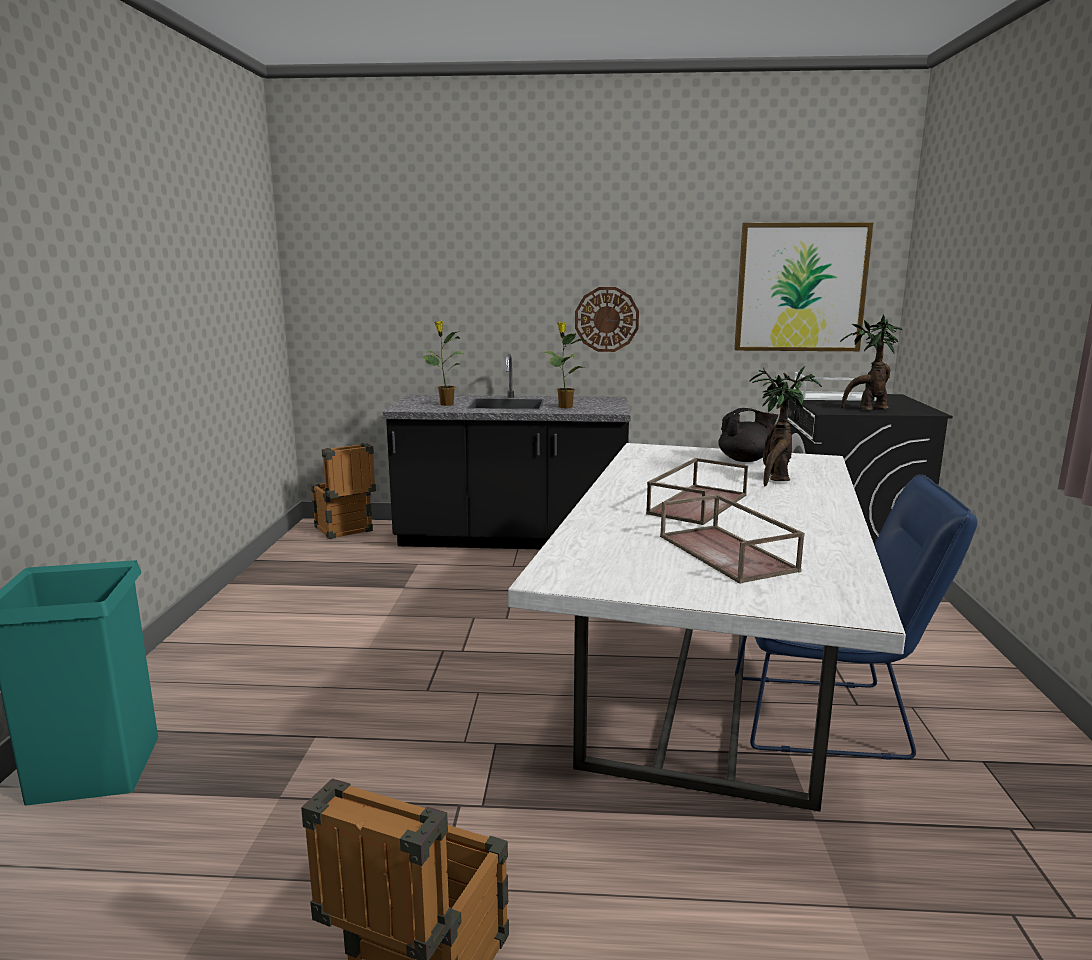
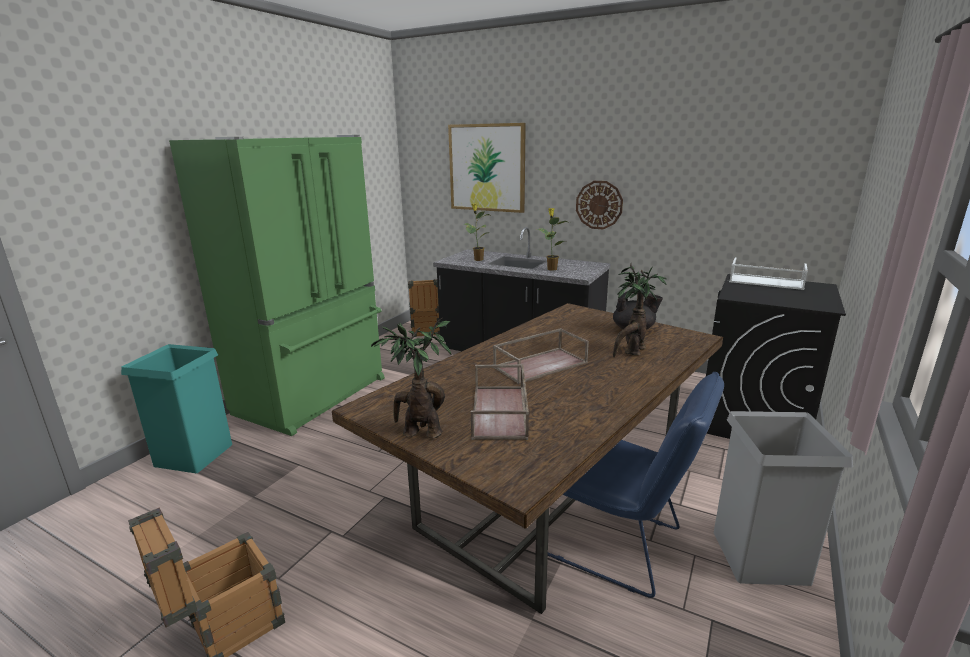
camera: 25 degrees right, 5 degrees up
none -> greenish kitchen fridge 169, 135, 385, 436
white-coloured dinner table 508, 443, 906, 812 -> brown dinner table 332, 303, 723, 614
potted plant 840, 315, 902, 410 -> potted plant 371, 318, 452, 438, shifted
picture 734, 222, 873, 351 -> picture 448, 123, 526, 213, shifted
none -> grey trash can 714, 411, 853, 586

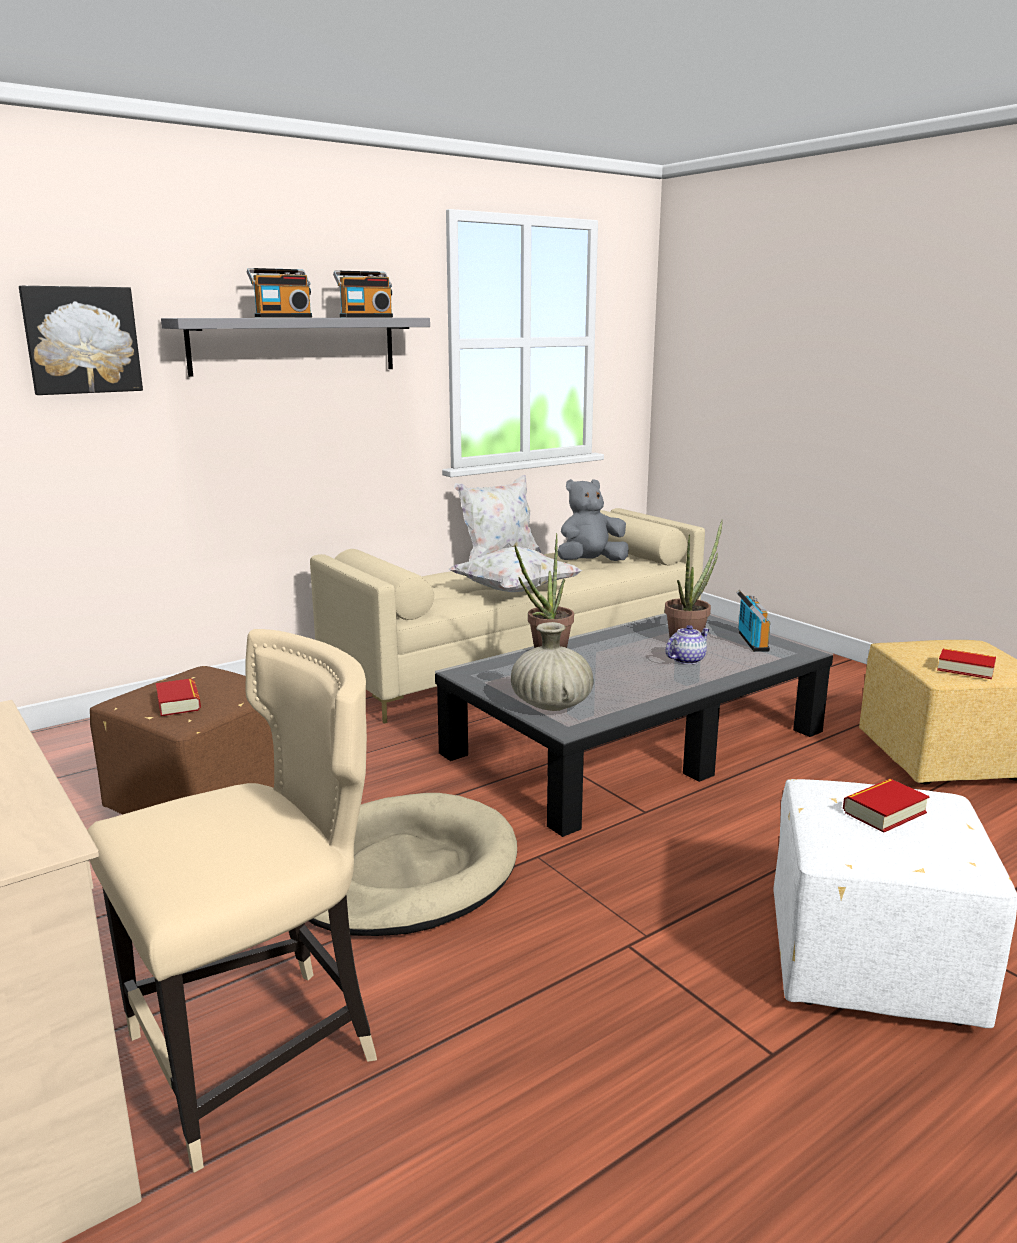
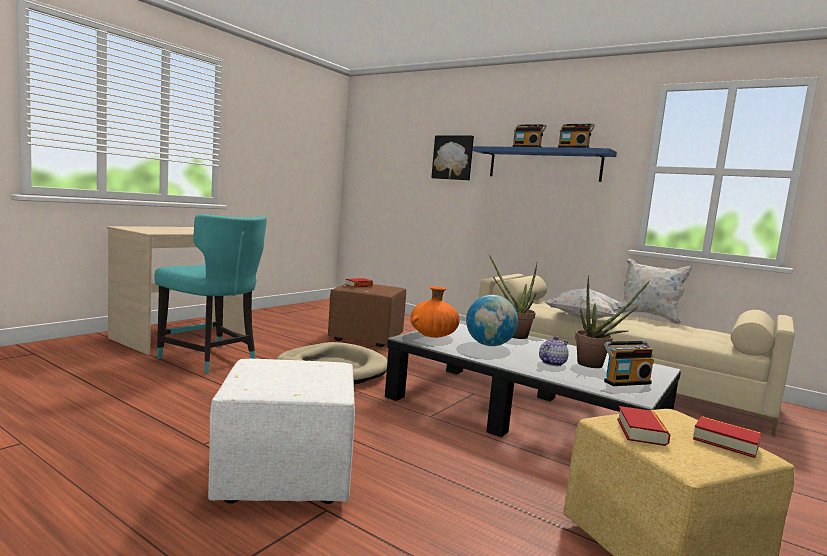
camera: 70 degrees right, 10 degrees down
sand-coloured plain chair 87, 629, 377, 1173 -> blue-green plain chair 154, 214, 267, 374
sand-coloured vase 511, 622, 594, 711 -> orange vase 411, 286, 459, 338
none -> desk globe 466, 295, 518, 346
grey bracket shelf 161, 318, 430, 377 -> bluish bracket shelf 472, 146, 617, 182
tea pot 666, 625, 710, 665 -> tea pot 539, 336, 569, 366, 75 degrees counterclockwise
book 843, 779, 929, 833 -> book 693, 416, 761, 458, shifted
grey cuddly toy 558, 479, 629, 561 -> none

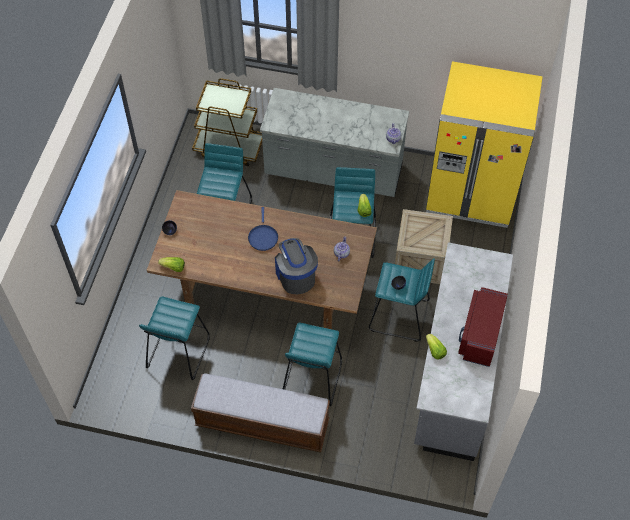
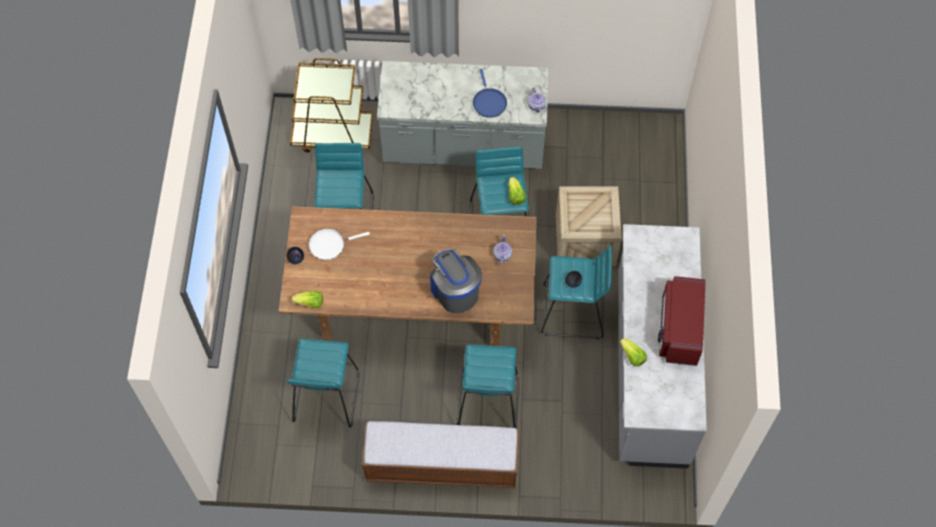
camera: 10 degrees left, 5 degrees up
none -> white-coloured pan 309, 229, 370, 260
bluish pan 248, 207, 278, 251 -> bluish pan 473, 69, 507, 118, shifted
yellowish kitchen fridge 426, 61, 543, 228 -> none

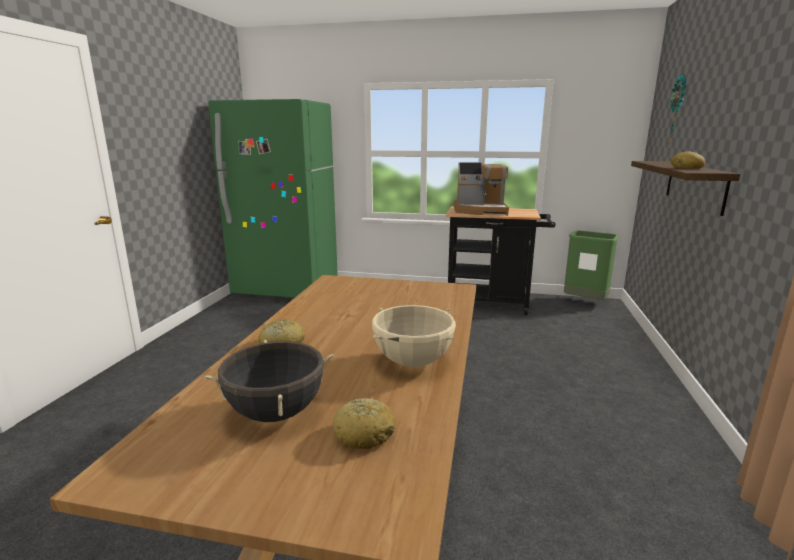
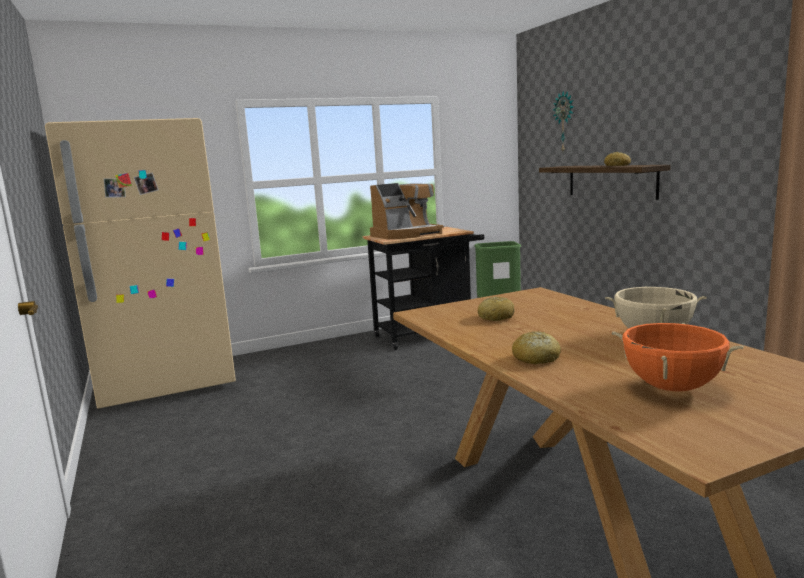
camera: 35 degrees left, 5 degrees down
greenish kitchen fridge 208, 99, 338, 298 -> sand-coloured kitchen fridge 45, 118, 236, 409
bakery bread 333, 398, 396, 449 -> bakery bread 478, 297, 515, 321, shifted
black-coloured cooking pot 203, 339, 335, 422 -> orange cooking pot 612, 323, 744, 391

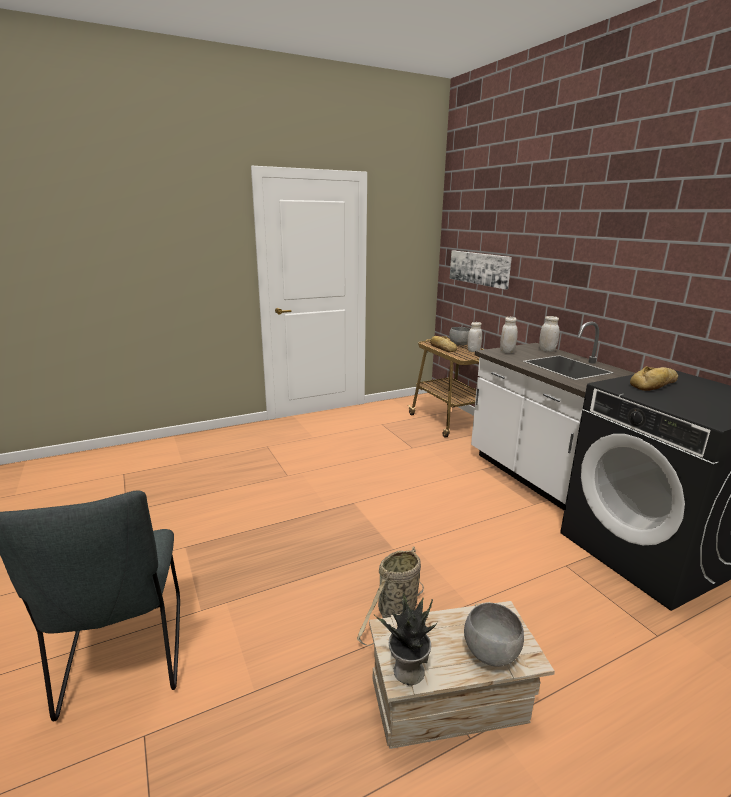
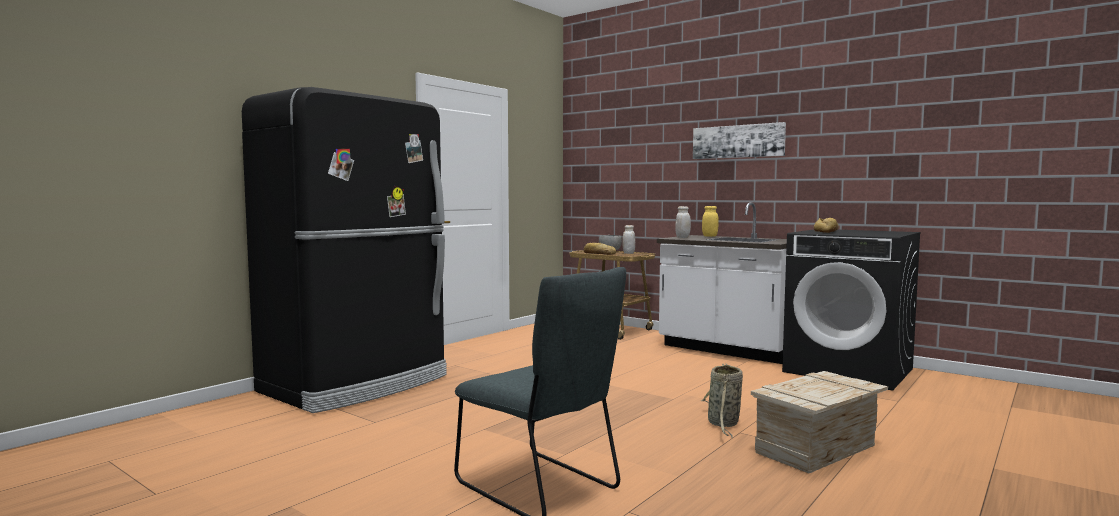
camera: 25 degrees left, 15 degrees down
none -> black-coloured kitchen fridge 242, 87, 447, 413
picture 450, 251, 512, 289 -> picture 693, 122, 786, 159, shifted
white-coloured storage jar 539, 316, 560, 352 -> yellowish storage jar 702, 206, 719, 237
potted plant 374, 593, 437, 685 -> none
grey deep dish 464, 603, 524, 667 -> none

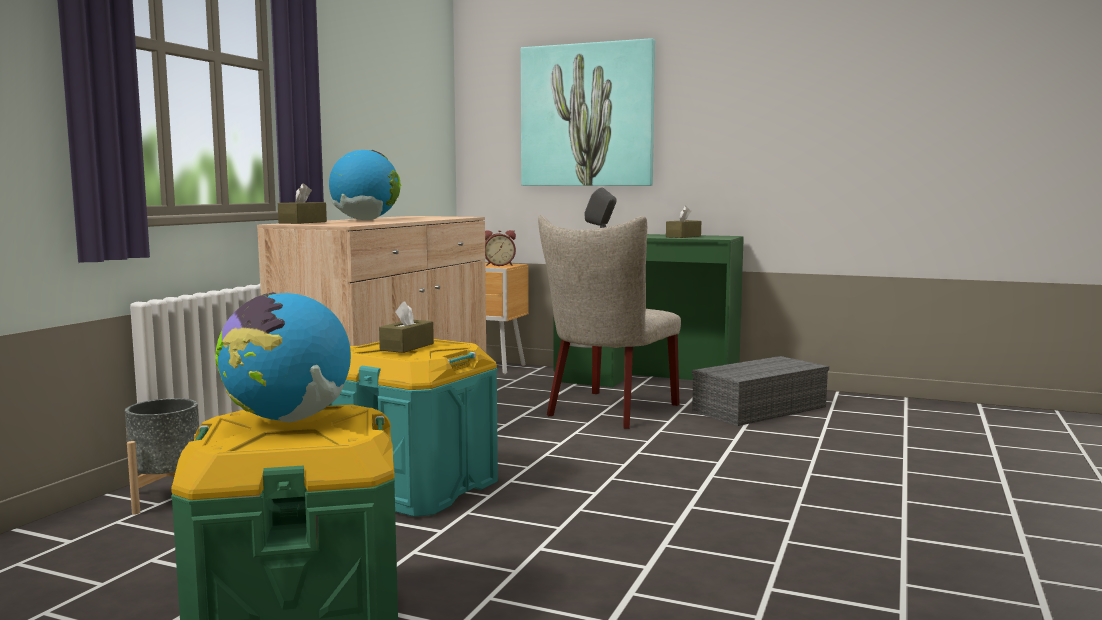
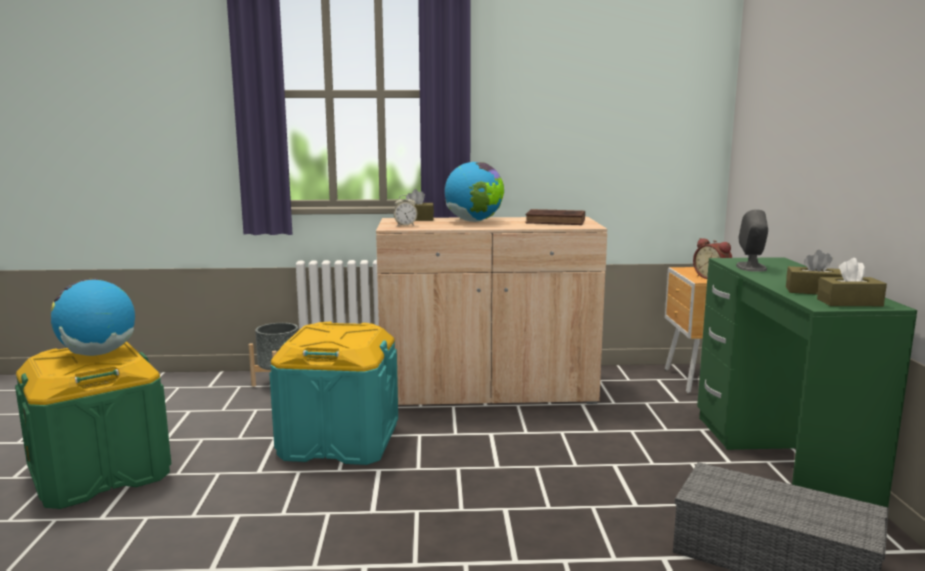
camera: 65 degrees right, 5 degrees up
none -> alarm clock 394, 195, 417, 226
none -> brown book 525, 209, 585, 225
brown tissue box 379, 301, 434, 353 -> brown tissue box 817, 258, 887, 306, shifted
picture 521, 38, 655, 186 -> none
sand-coloured plain chair 538, 215, 681, 429 -> none

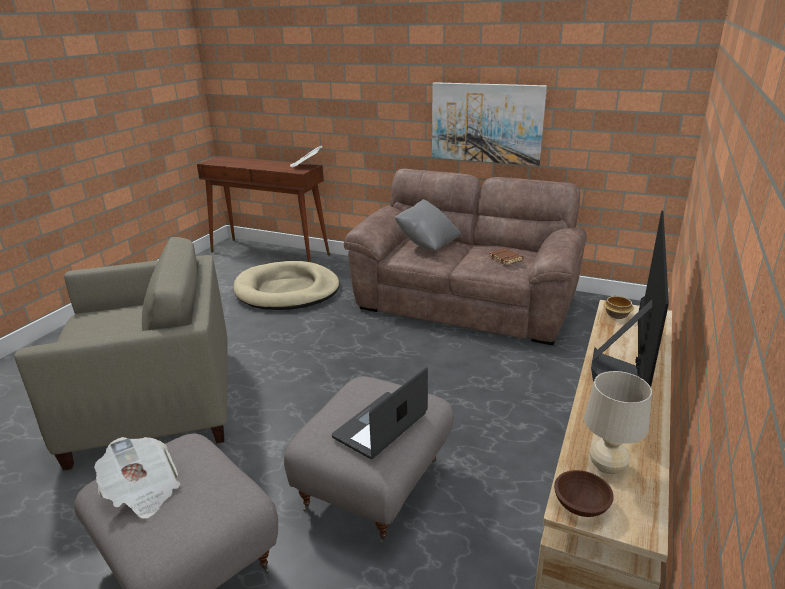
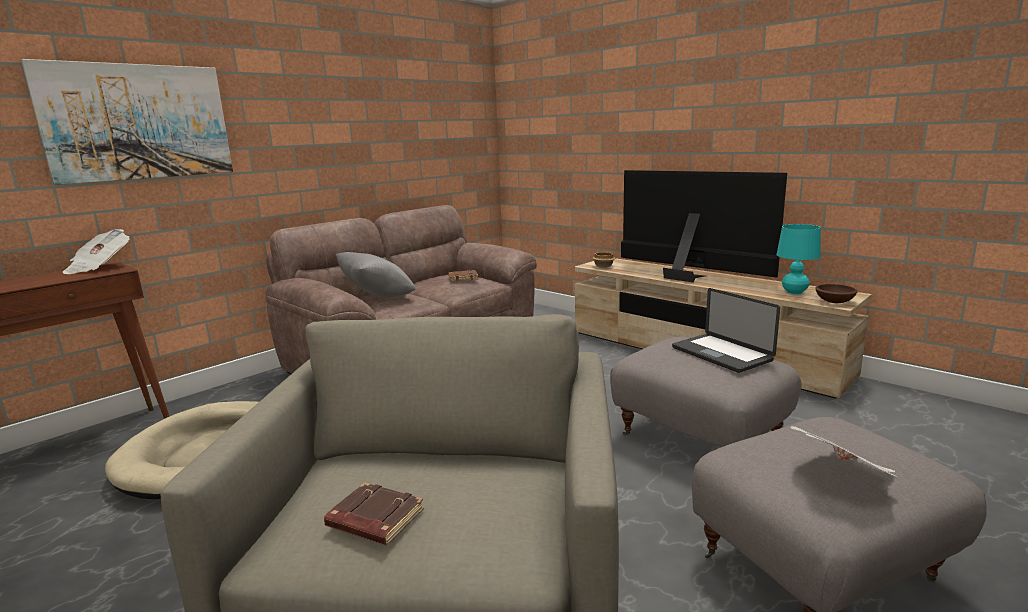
camera: 70 degrees left, 10 degrees down
picture 432, 82, 547, 166 -> picture 21, 59, 233, 185, shifted
none -> brown book 324, 482, 424, 545
sand-coloured table lamp 584, 371, 652, 475 -> blue-green table lamp 776, 224, 821, 294

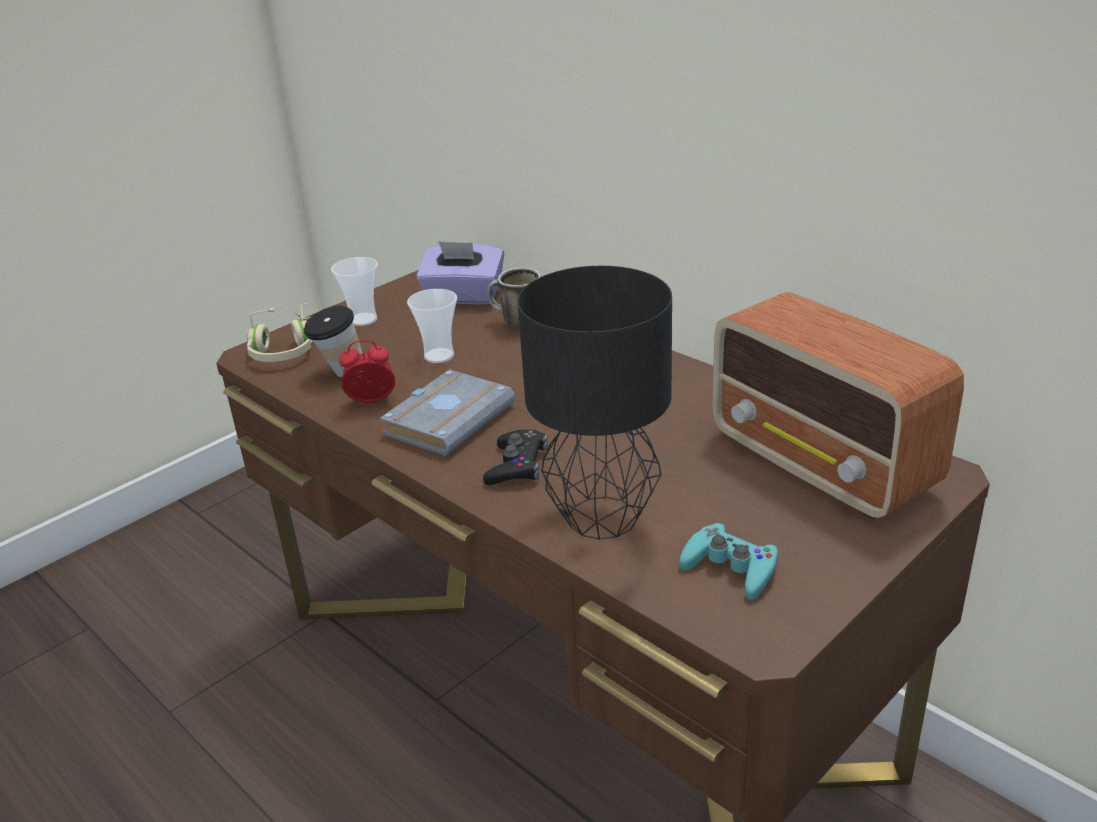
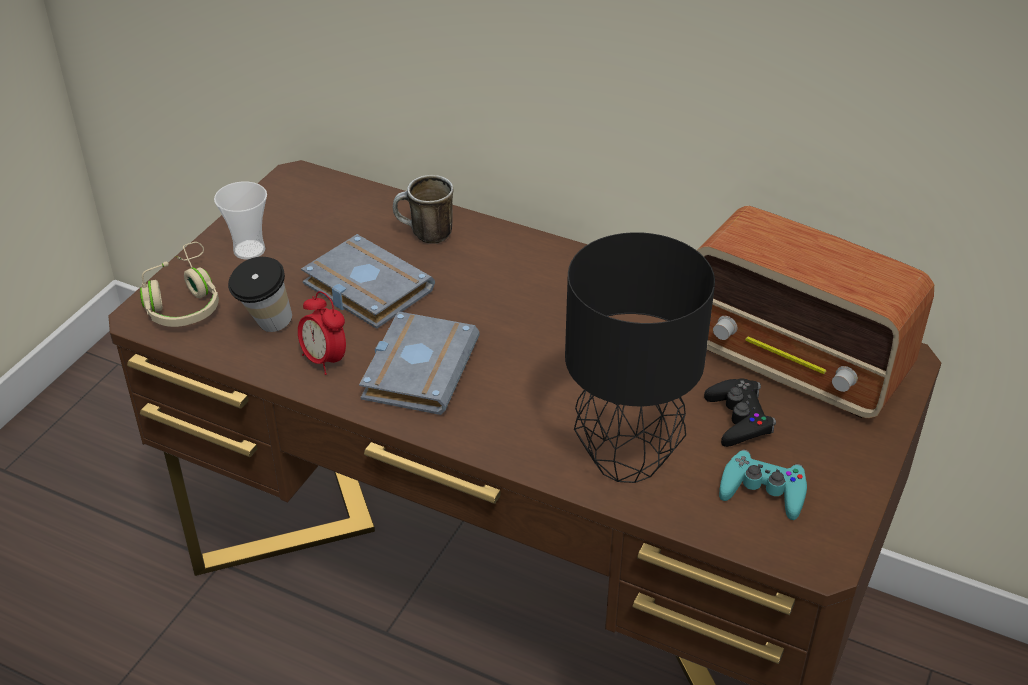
camera: 20 degrees left, 10 degrees up
alarm clock 339, 340, 395, 405 -> alarm clock 298, 291, 346, 375, 105 degrees counterclockwise
small cup 407, 289, 457, 363 -> grey book 301, 234, 435, 329
black-coloured gamepad 483, 429, 548, 485 -> black-coloured gamepad 704, 379, 776, 447, shifted
purplish tissue box 416, 241, 504, 305 -> none

